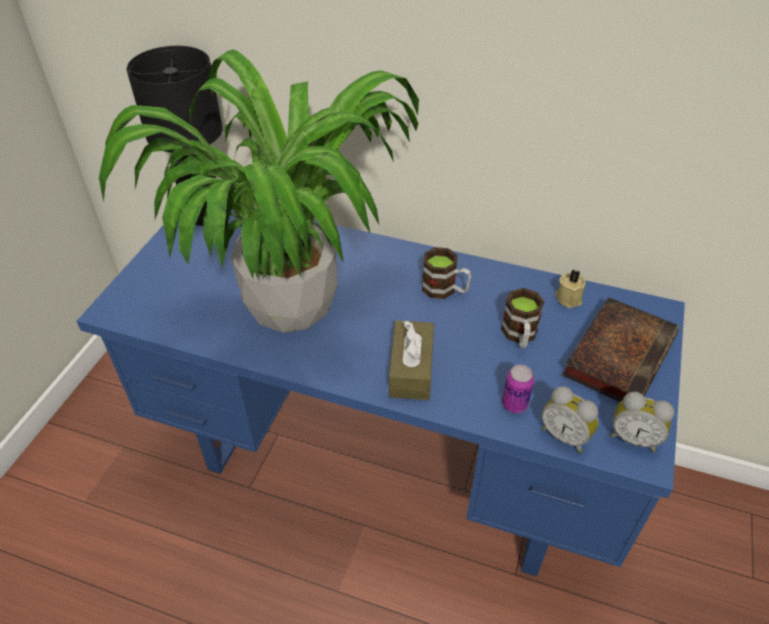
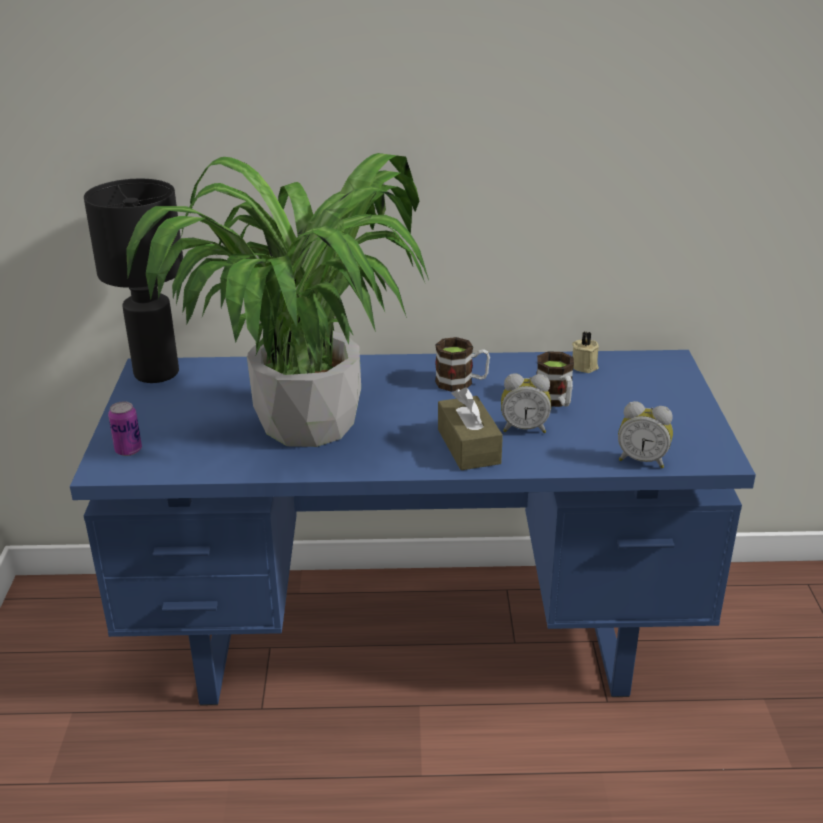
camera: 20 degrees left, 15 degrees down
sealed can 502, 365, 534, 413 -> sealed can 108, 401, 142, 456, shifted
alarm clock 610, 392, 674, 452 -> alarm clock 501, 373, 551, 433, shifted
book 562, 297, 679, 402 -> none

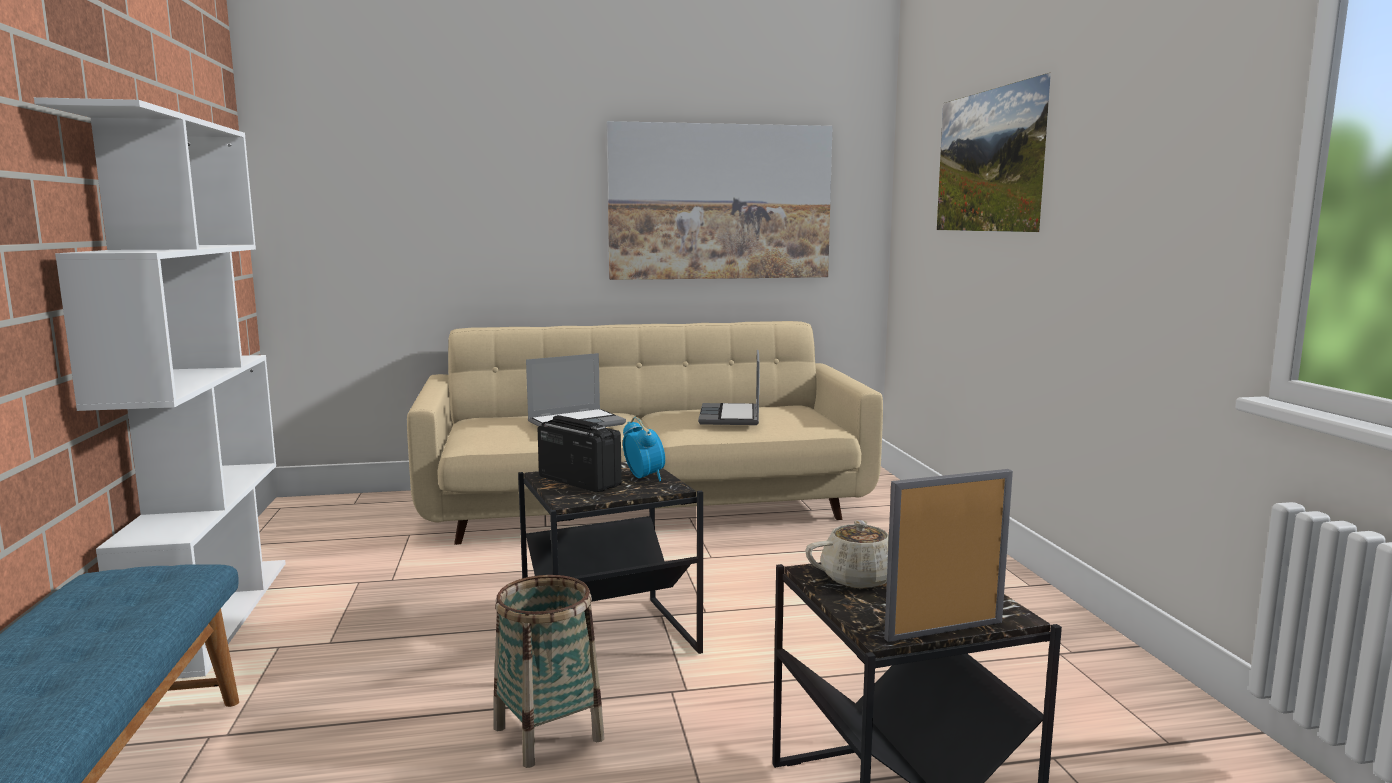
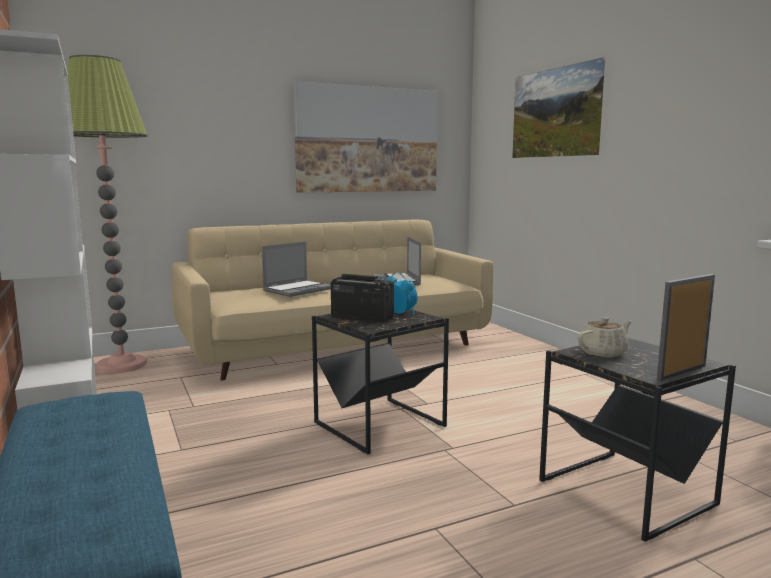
camera: 15 degrees left, 0 degrees up
none -> standing lamp 67, 55, 148, 373
storage basket 494, 575, 605, 768 -> none

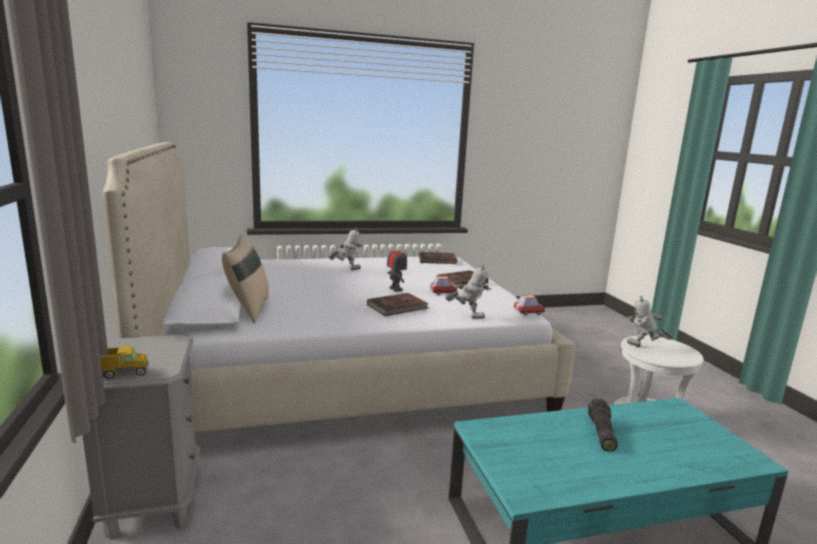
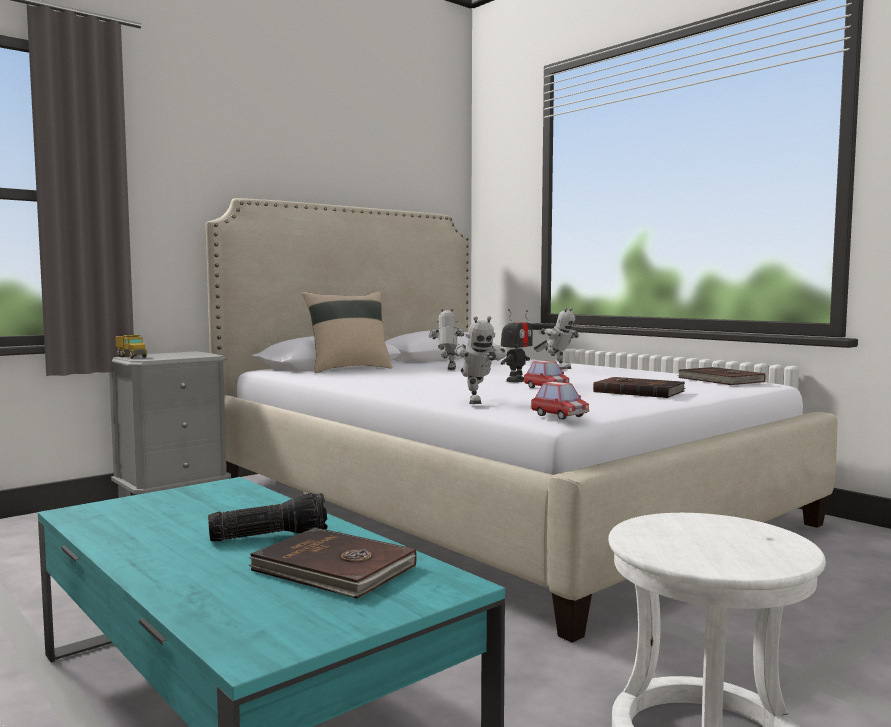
camera: 65 degrees right, 10 degrees down
brown book 367, 293, 429, 316 -> brown book 248, 527, 417, 599, shifted
robot figure 627, 296, 673, 347 -> robot figure 429, 308, 464, 370, shifted

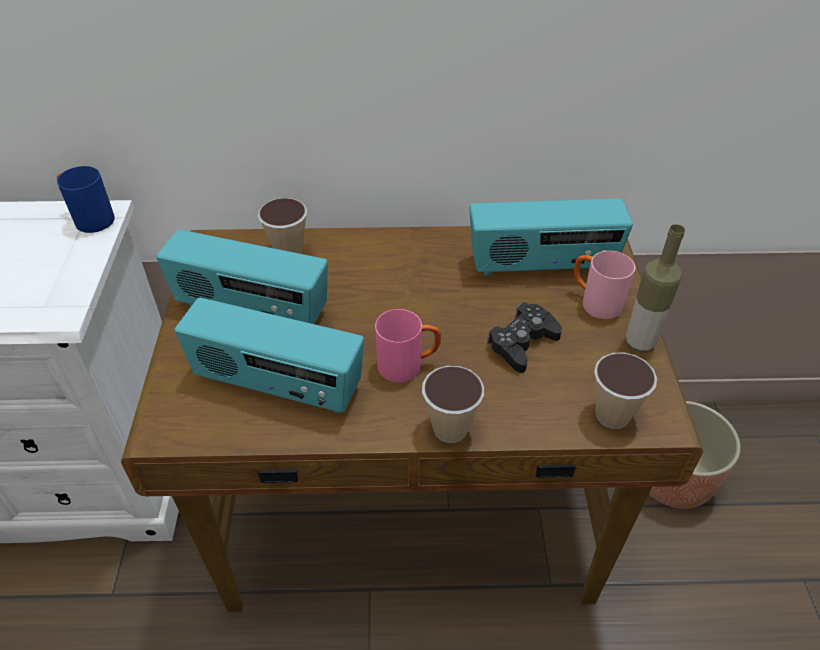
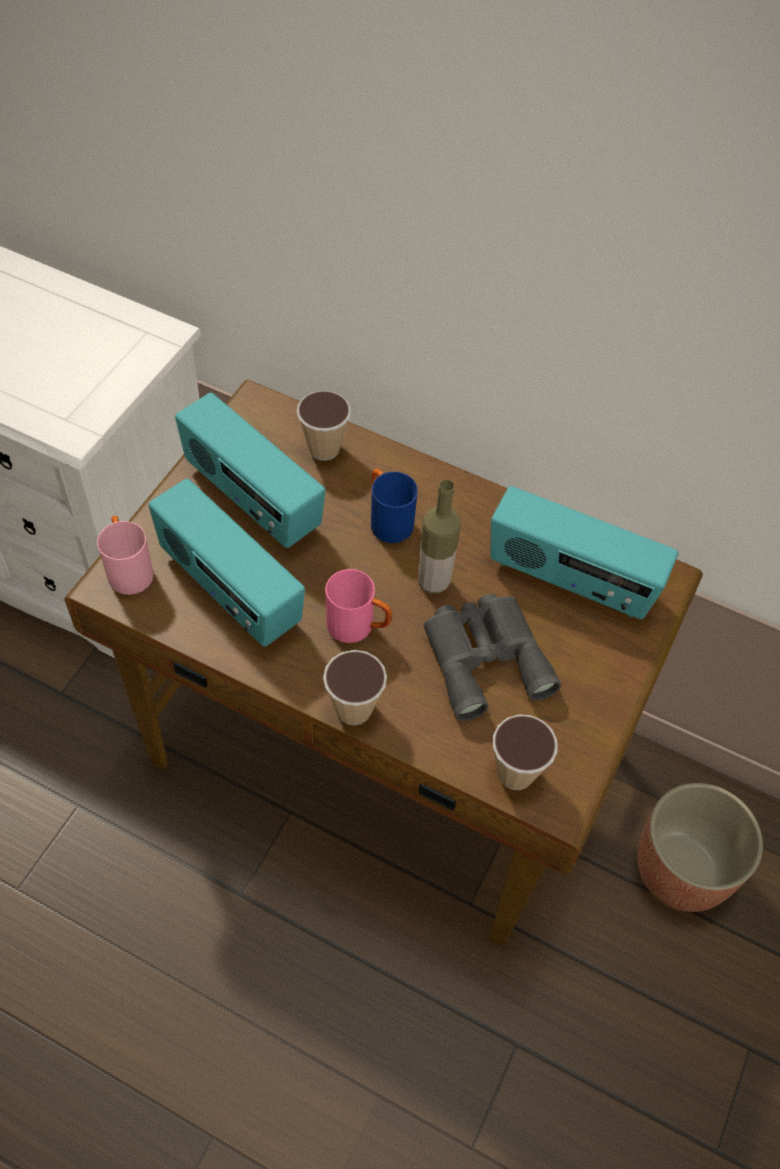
camera: 25 degrees right, 10 degrees up
pink-coloured tea mug 574, 251, 635, 319 -> pink-coloured tea mug 97, 516, 154, 595, shifted
bluish tea mug 57, 166, 115, 233 -> bluish tea mug 371, 469, 418, 543, shifted
drink bottle 626, 224, 685, 353 -> drink bottle 418, 480, 461, 594, shifted
black-coloured gamepad 487, 302, 562, 373 -> grey binoculars 423, 594, 561, 721

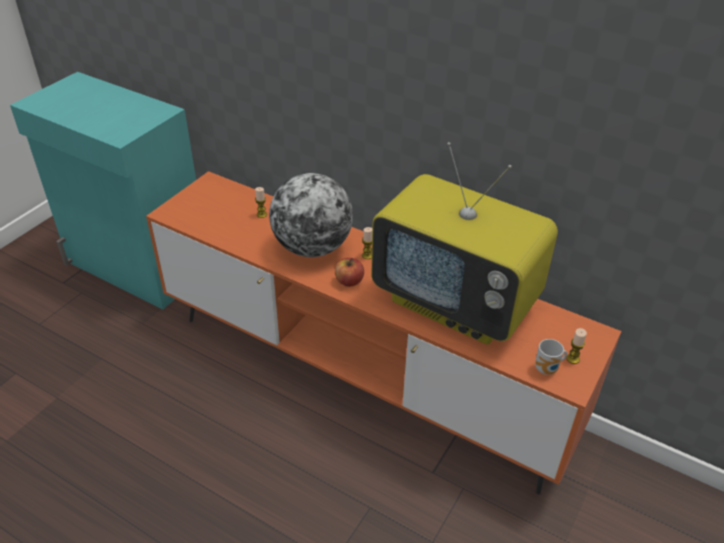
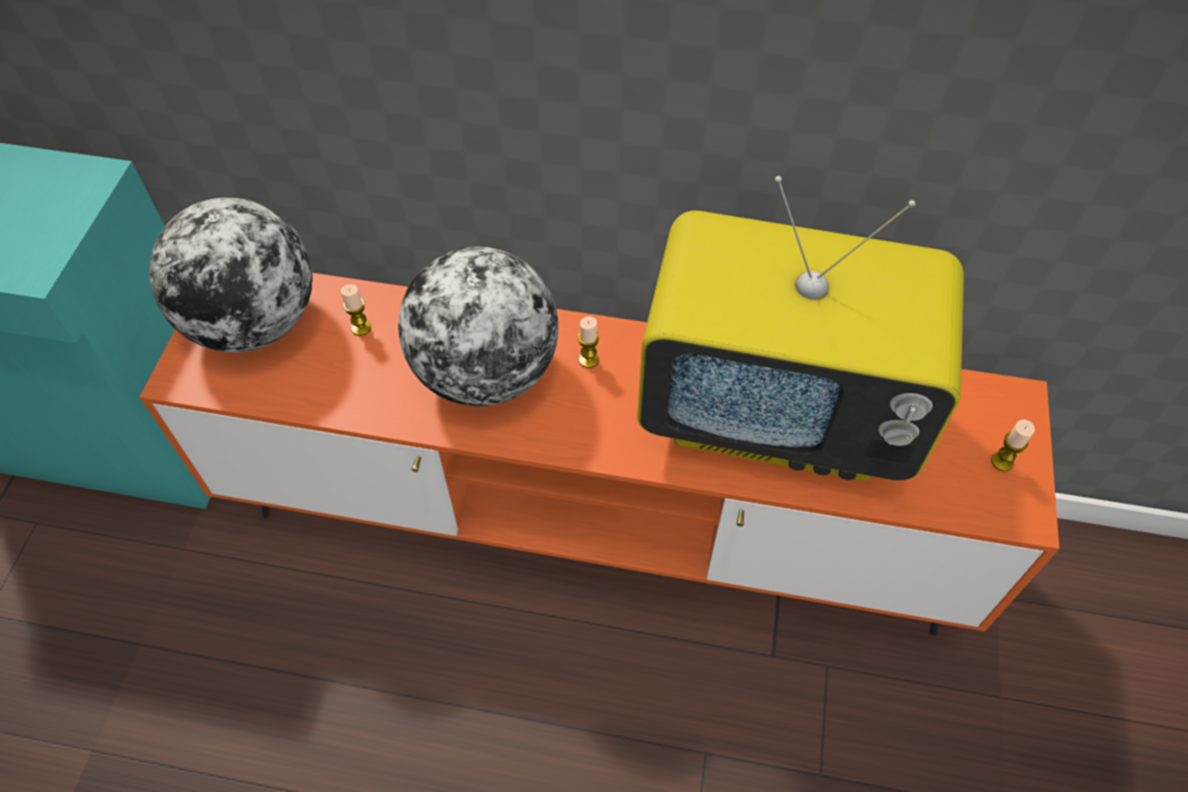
camera: 20 degrees left, 15 degrees up
none -> desk globe 149, 197, 312, 352
apple 335, 258, 364, 287 -> none
tea mug 535, 339, 567, 375 -> none

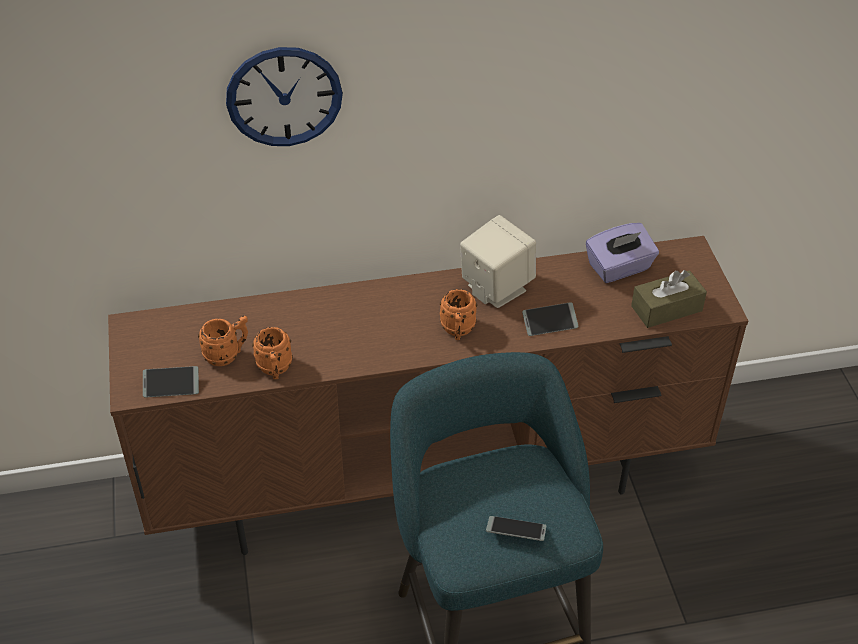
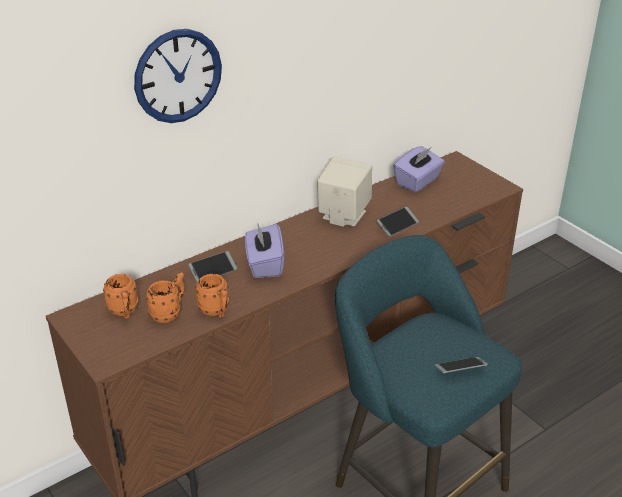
camera: 25 degrees left, 10 degrees down
orange tea mug 440, 289, 477, 340 -> orange tea mug 103, 274, 139, 319, shifted
handset 143, 366, 199, 397 -> handset 189, 251, 237, 282, shifted
none -> purplish tissue box 245, 222, 284, 278
brown tissue box 631, 270, 707, 328 -> none

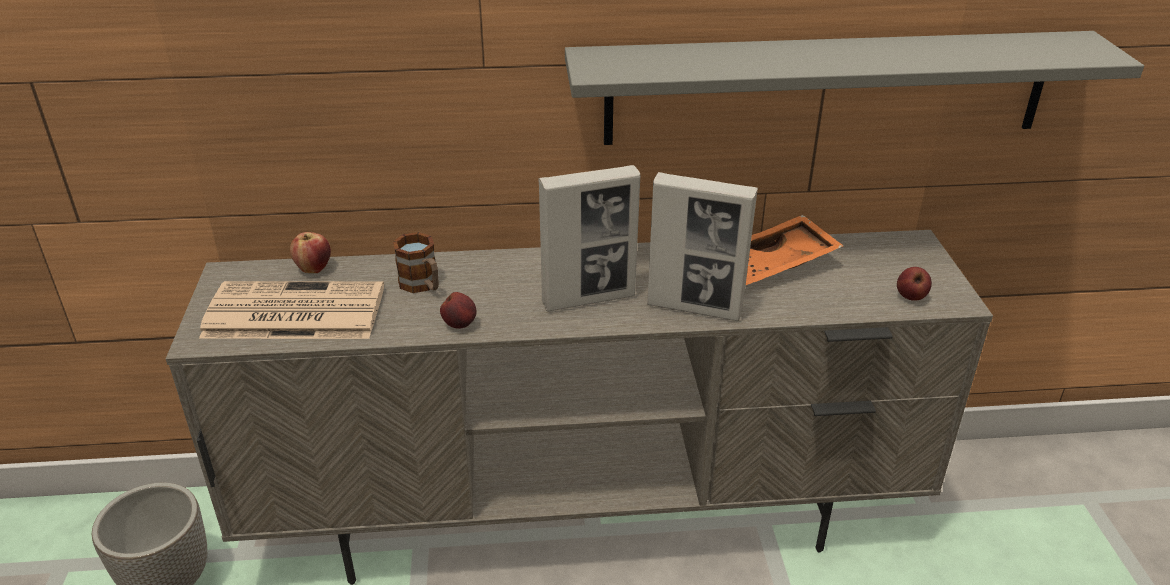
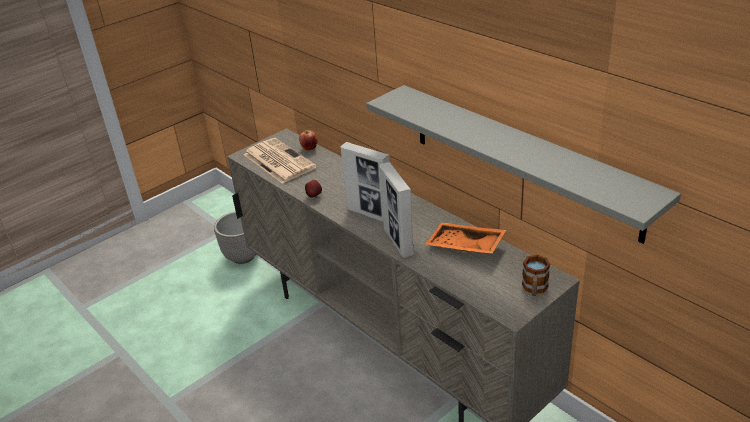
camera: 55 degrees right, 0 degrees up
tea mug 393, 232, 439, 293 -> tea mug 522, 255, 550, 296, shifted
apple 897, 267, 932, 301 -> none

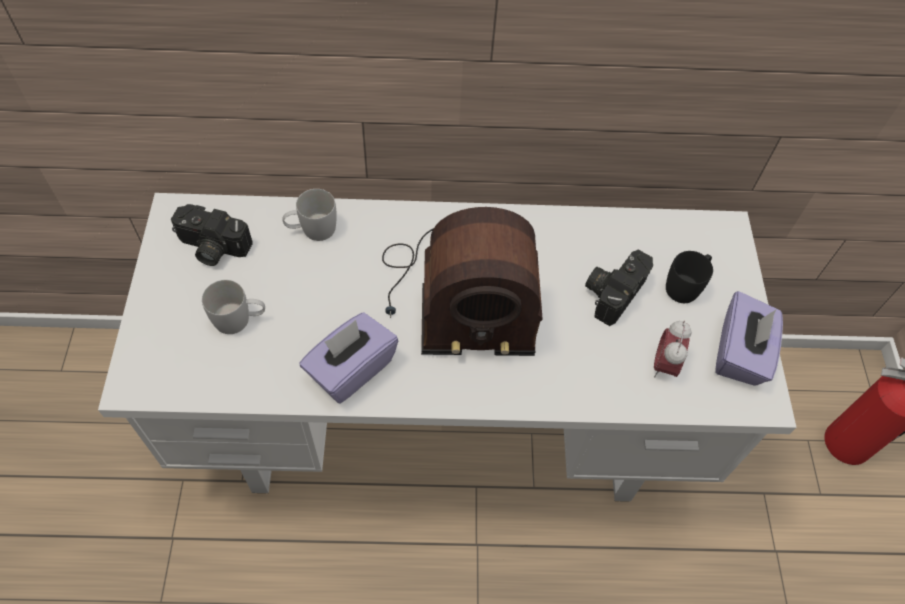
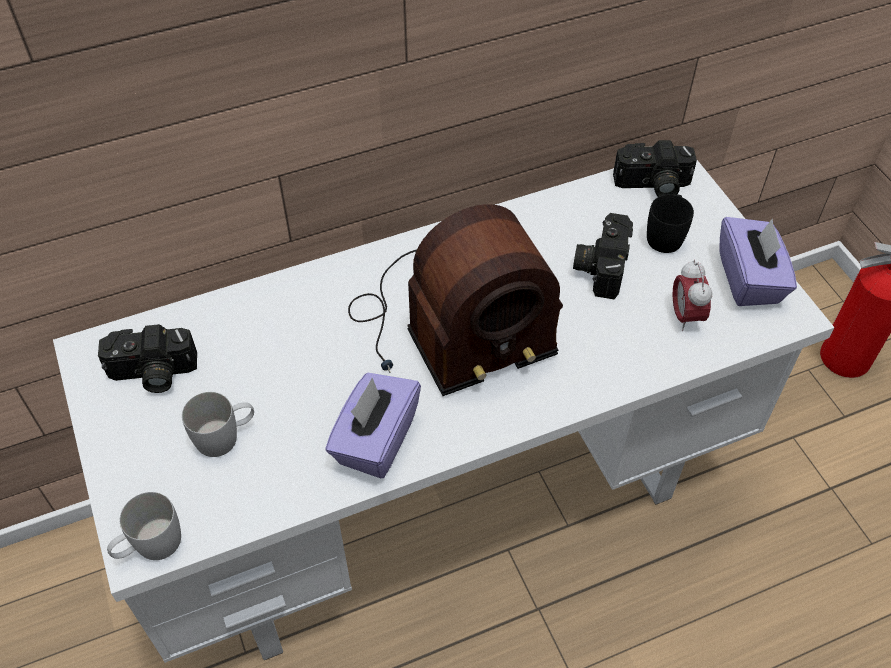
camera: 20 degrees left, 5 degrees down
white-coloured tea mug 283, 189, 337, 241 -> white-coloured tea mug 107, 492, 181, 560, shifted
none -> photo camera 613, 140, 697, 197

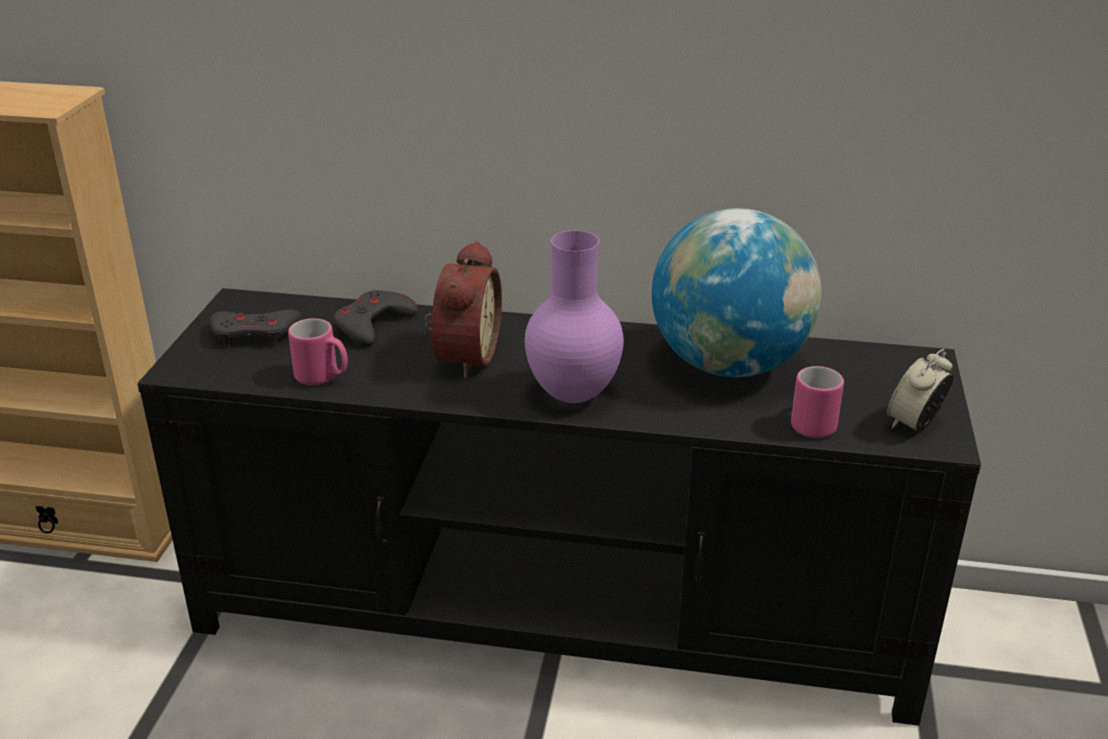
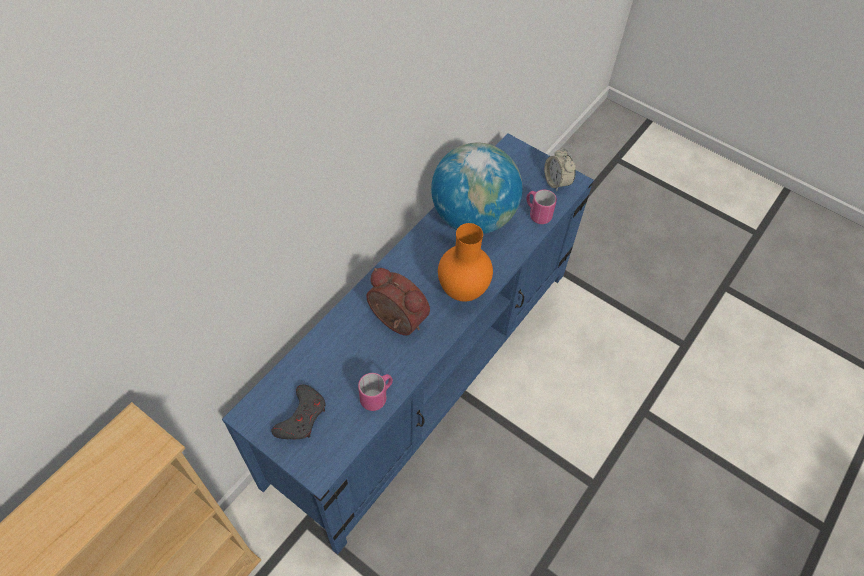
camera: 65 degrees left, 25 degrees up
black-coloured tv stand 138, 288, 981, 726 -> bluish tv stand 222, 133, 594, 555
purplish vase 524, 231, 624, 403 -> orange vase 438, 223, 493, 302
grey gamepad 334, 290, 418, 347 -> none

